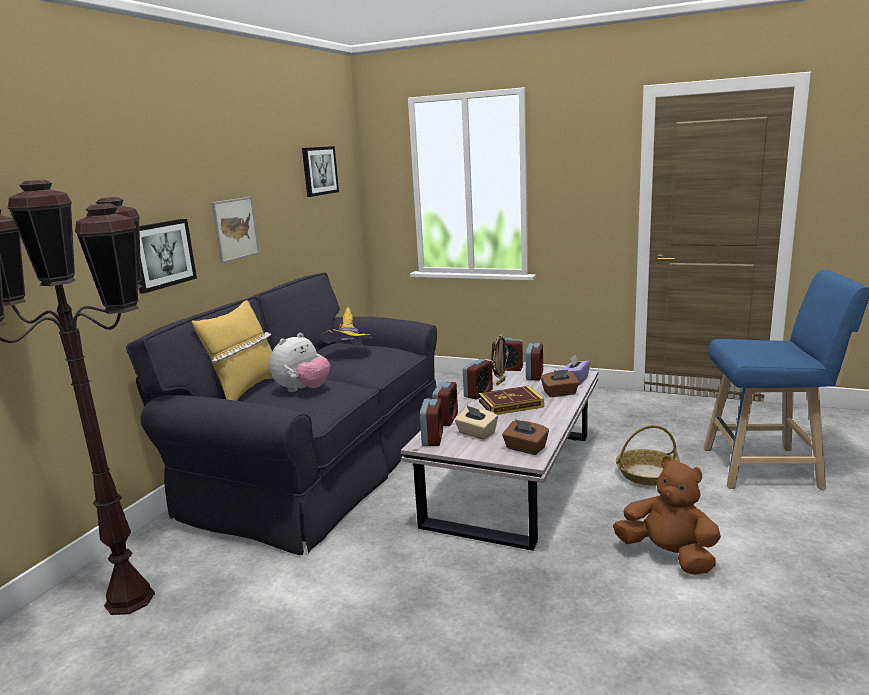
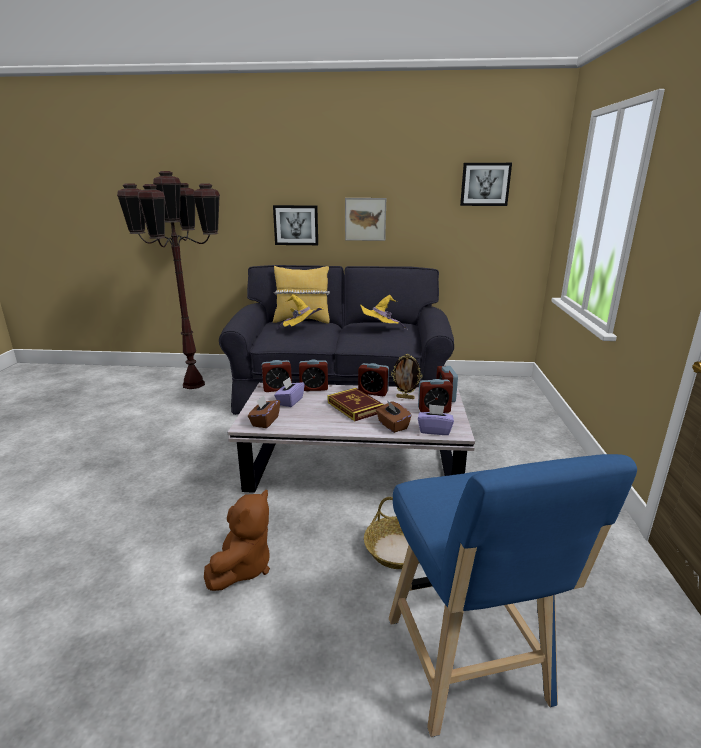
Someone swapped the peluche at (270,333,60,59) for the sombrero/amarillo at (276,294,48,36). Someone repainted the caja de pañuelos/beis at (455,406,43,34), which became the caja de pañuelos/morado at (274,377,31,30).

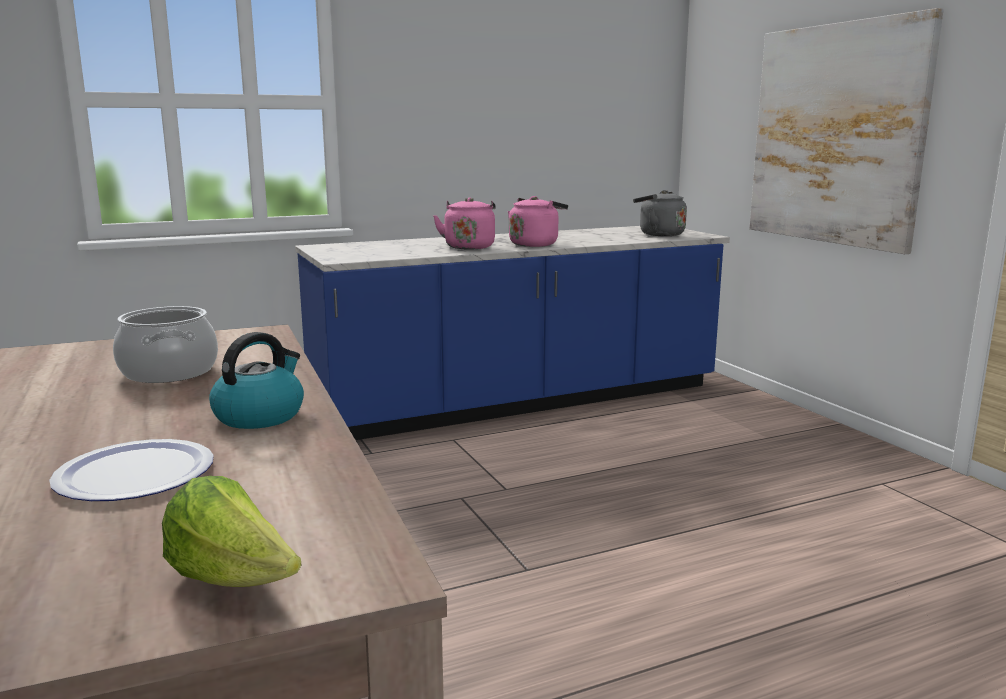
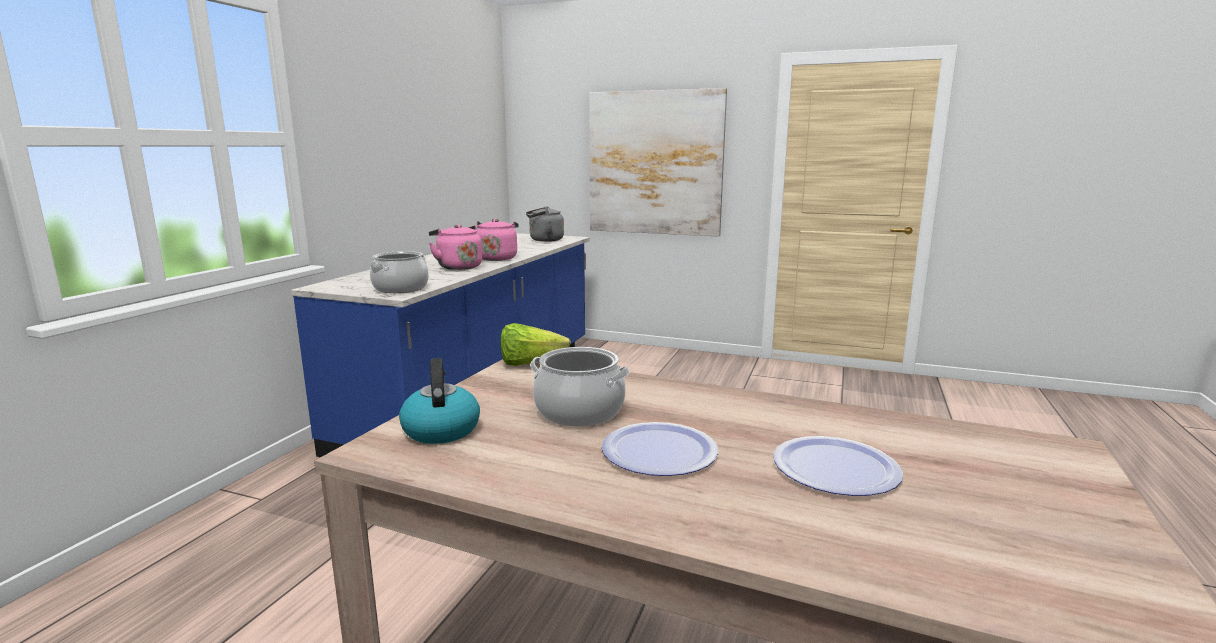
Someone carried the lechuga from (162,476,139,111) to (501,323,70,43). Someone carried the hervidor from (209,332,95,97) to (399,358,81,86). Someone put down the olla at (369,251,60,42). Someone put down the plato at (602,422,117,54).

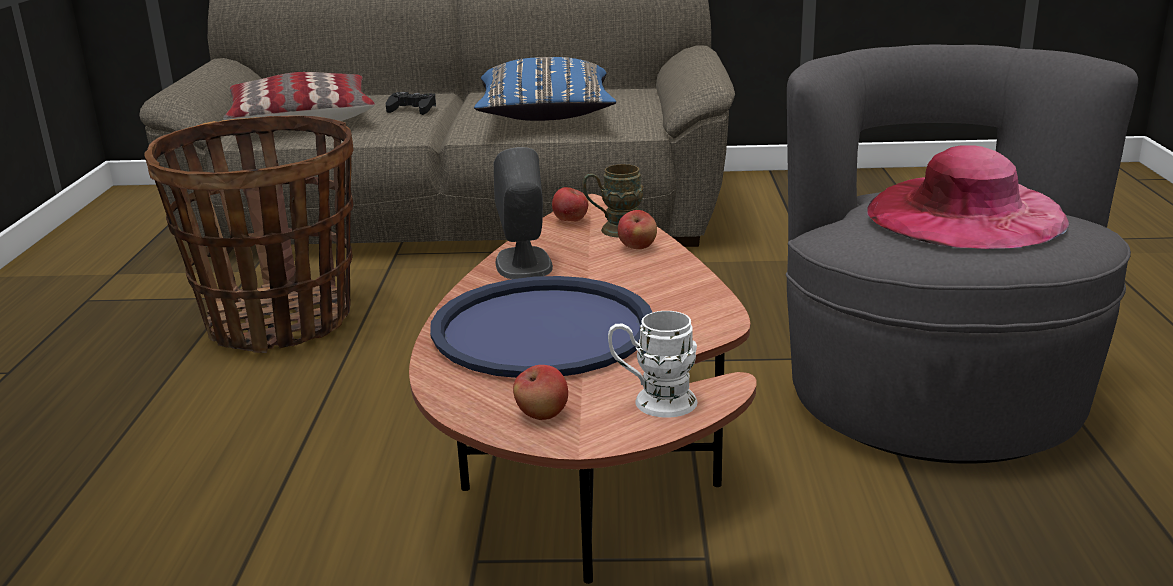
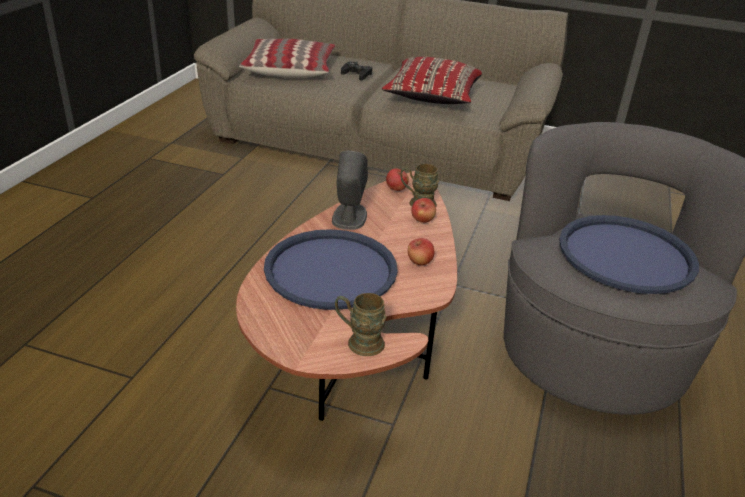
Someone took away the cesta at (145,115,209,238). Someone repainted the cojín/azul at (474,57,142,64), which became the cojín/rojo at (382,57,100,47). Someone carried the manzana from (513,365,55,55) to (408,238,26,28). Someone repainted the taza grande/blanco at (608,311,90,107), which became the taza grande/marrón at (335,293,52,63). Someone swapped the sombrero/rosa at (867,145,202,104) for the bandeja/azul at (559,215,140,79).

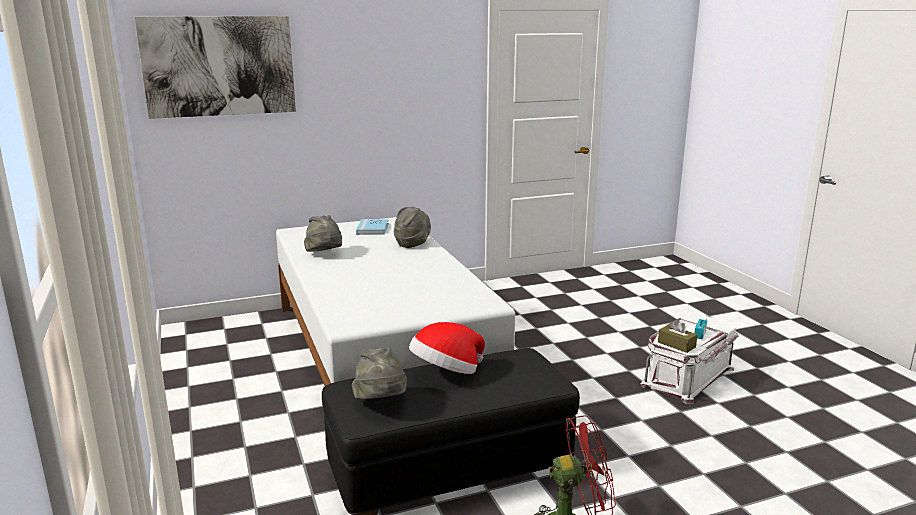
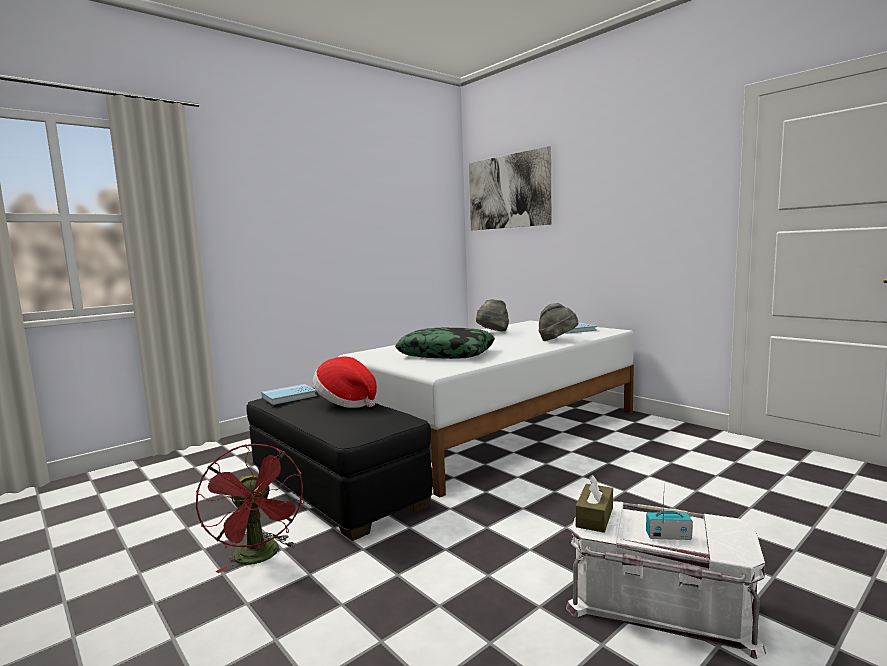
Someone swapped the sombrero/gris at (352,347,55,52) for the libro/azul at (261,384,56,21). Someone put down the cojín at (395,328,100,31).

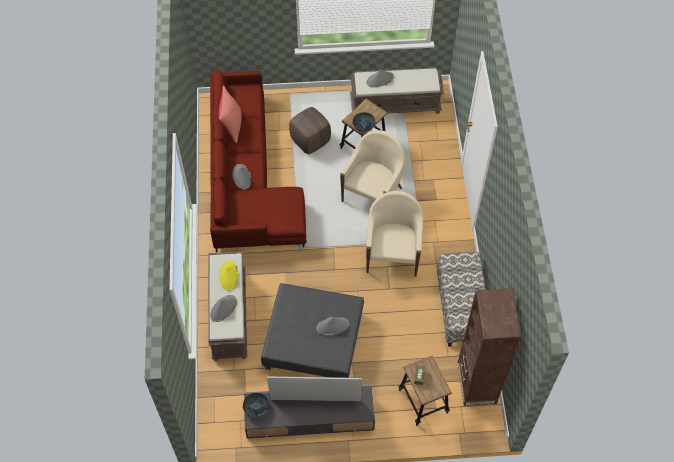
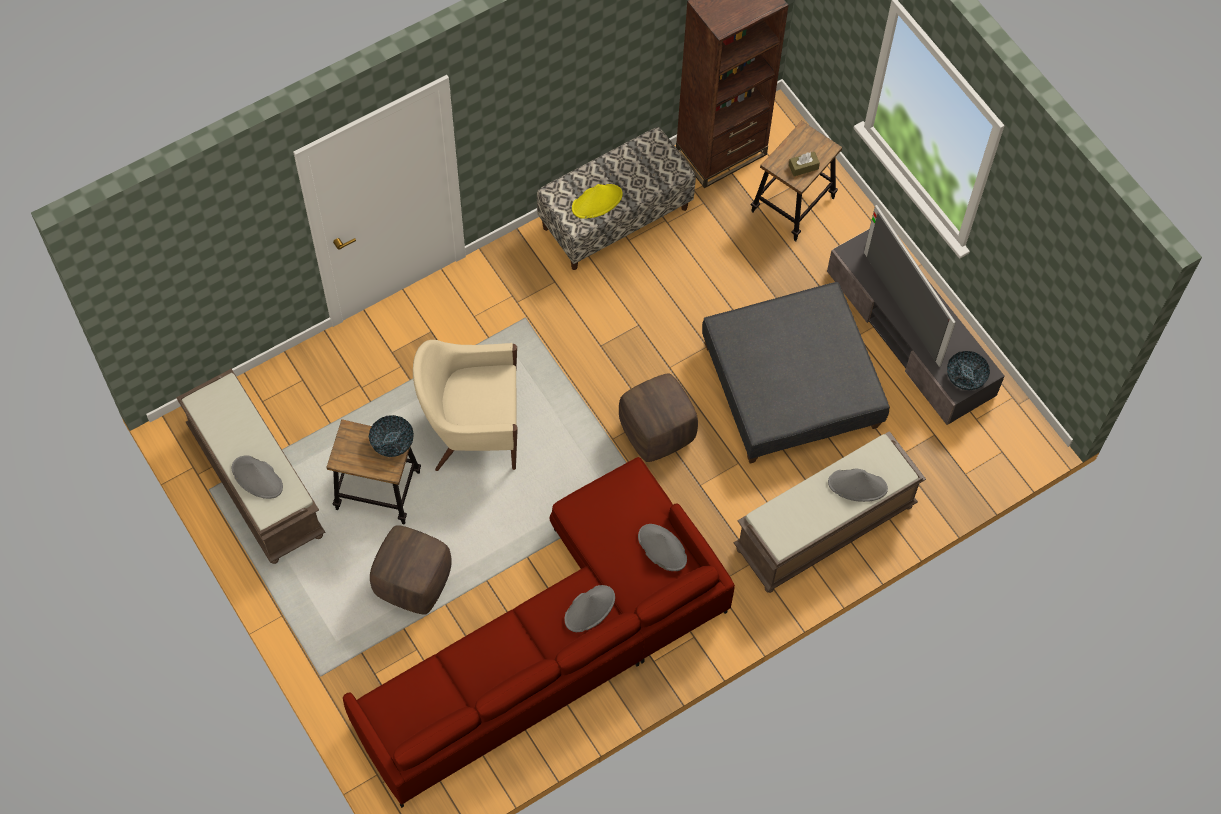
Someone took away the cojín/rojo at (219,85,23,58). Someone carried the sombrero/amarillo from (219,261,20,29) to (572,184,51,35). Someone carried the sombrero/gris from (316,317,33,19) to (638,524,49,47). Someone took away the sillón/beis at (366,191,57,86). Someone put down the puf/marrón at (619,374,79,88).

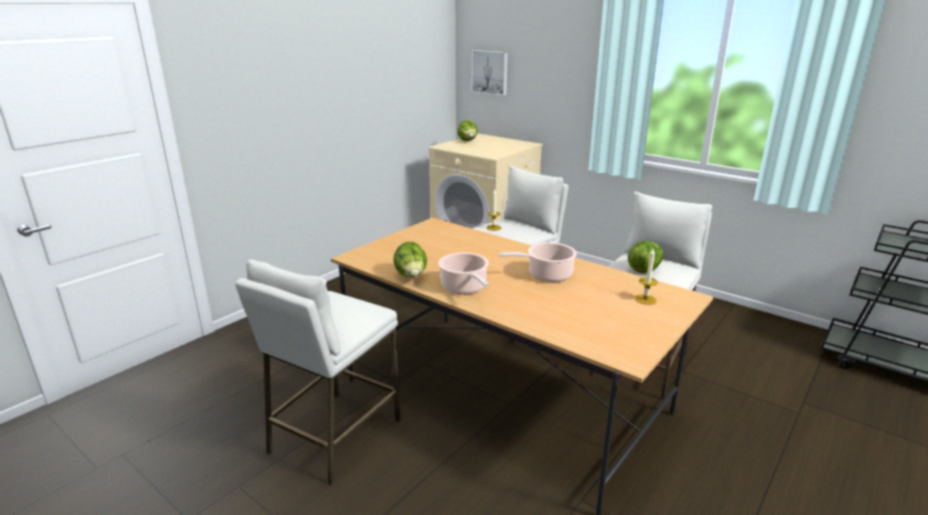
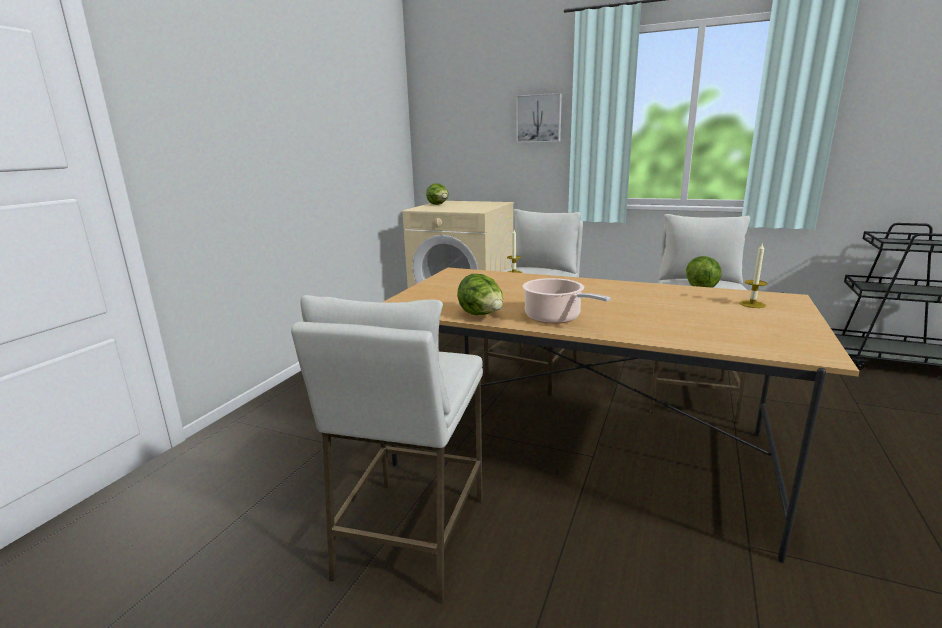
Someone carried the cuadro from (471,50,37,46) to (516,93,46,50). Someone took away the olla at (499,243,78,39).

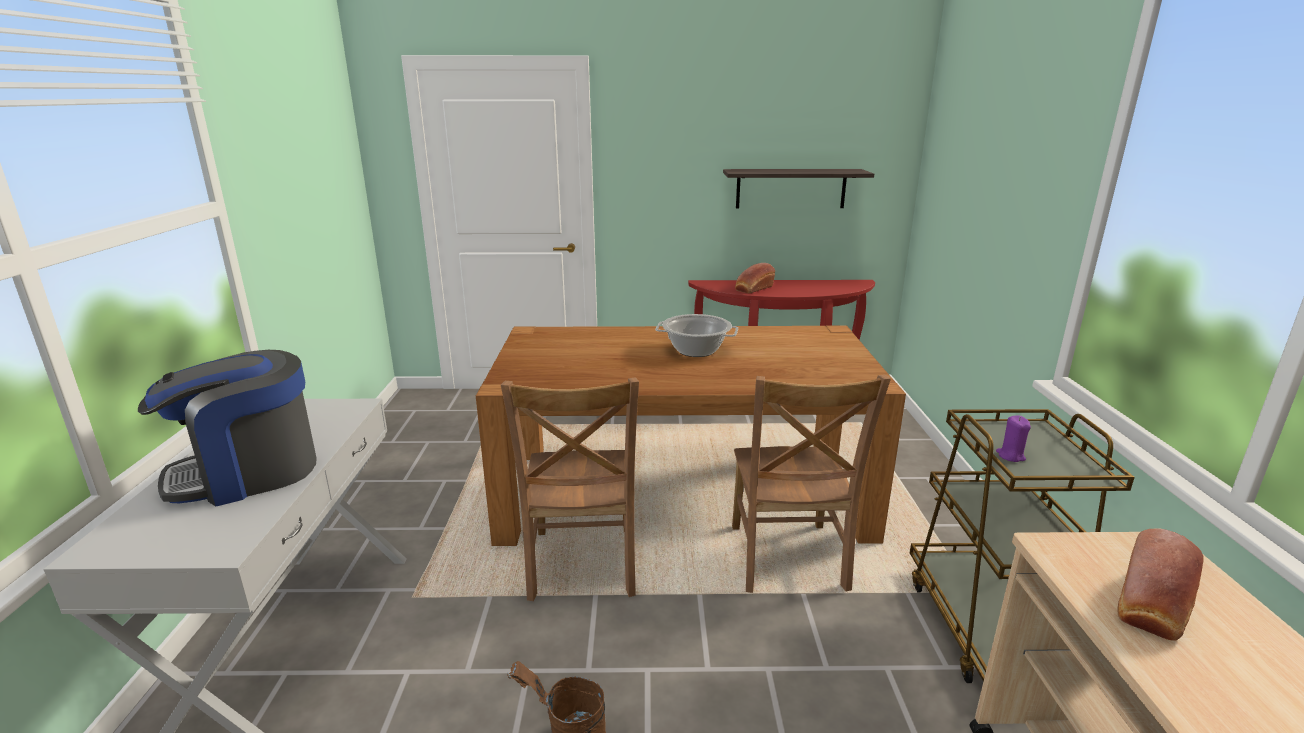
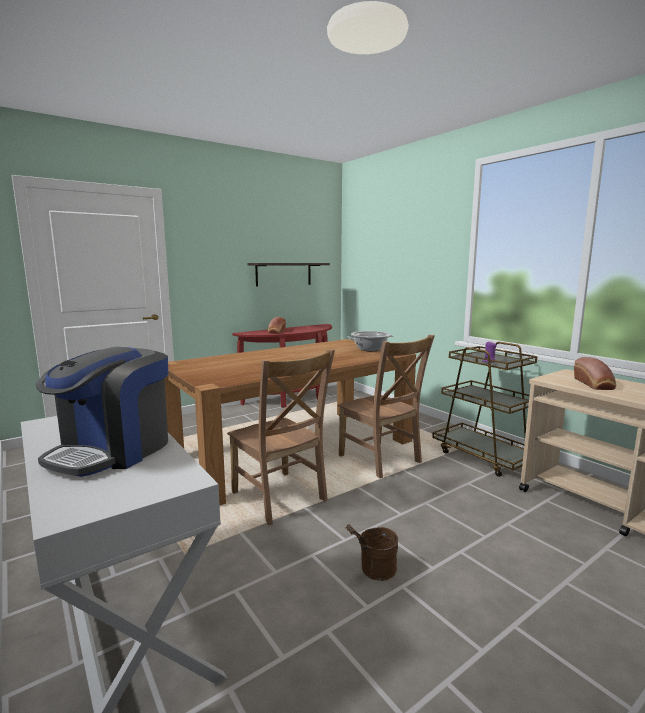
Someone carried the olla from (655,314,83,43) to (347,331,47,20).

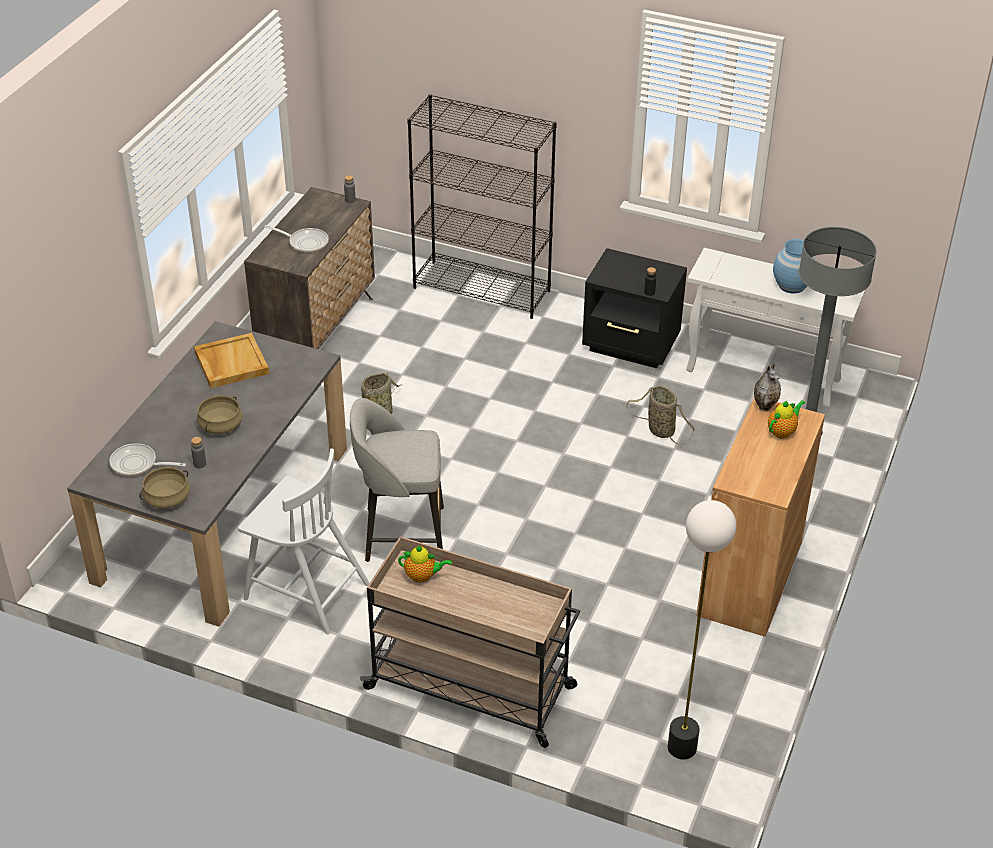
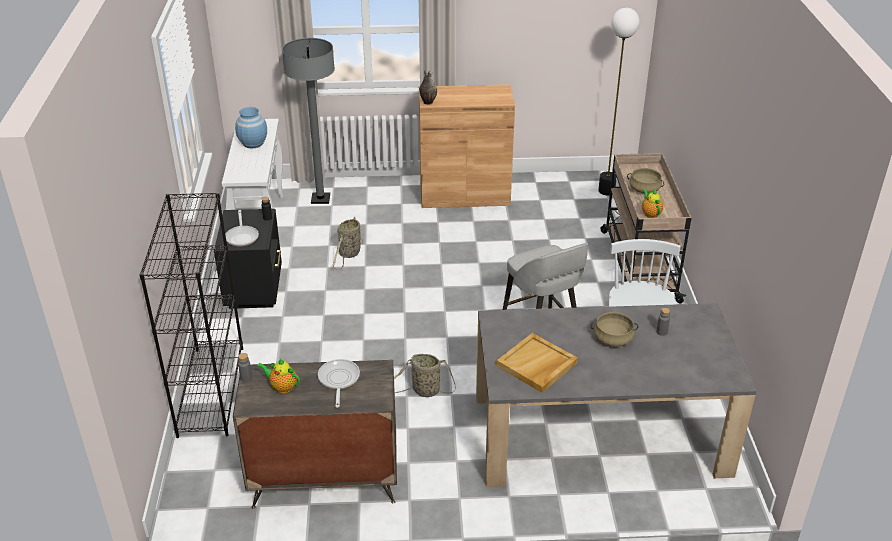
Someone carried the sartén from (109,443,77,33) to (225,210,34,36). Someone carried the olla/beis from (139,467,51,42) to (627,168,37,25). Someone carried the tetera from (768,400,38,38) to (257,359,43,34).

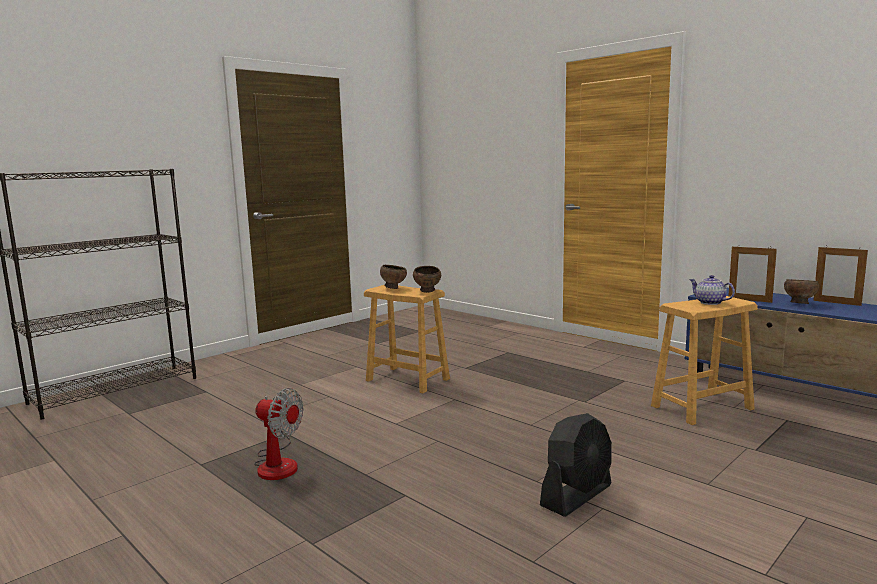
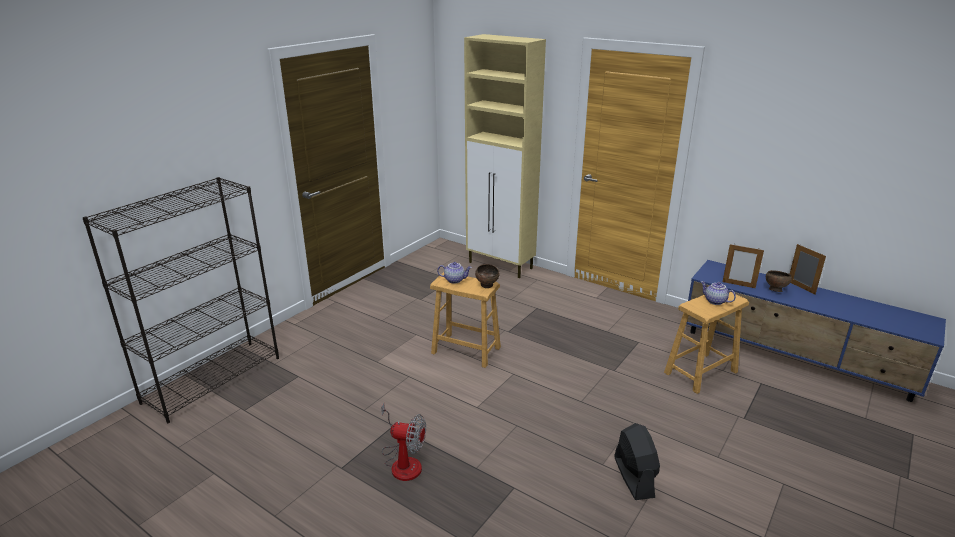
Someone swapped the cuenco/marrón at (380,265,27,24) for the tetera at (437,262,35,22). Someone rotated the ventilador/negro at (540,413,72,104) by 45 degrees counterclockwise. Someone rotated the portarretratos at (813,246,55,60) by 150 degrees counterclockwise. Someone put down the armario/beis at (464,34,82,244).

